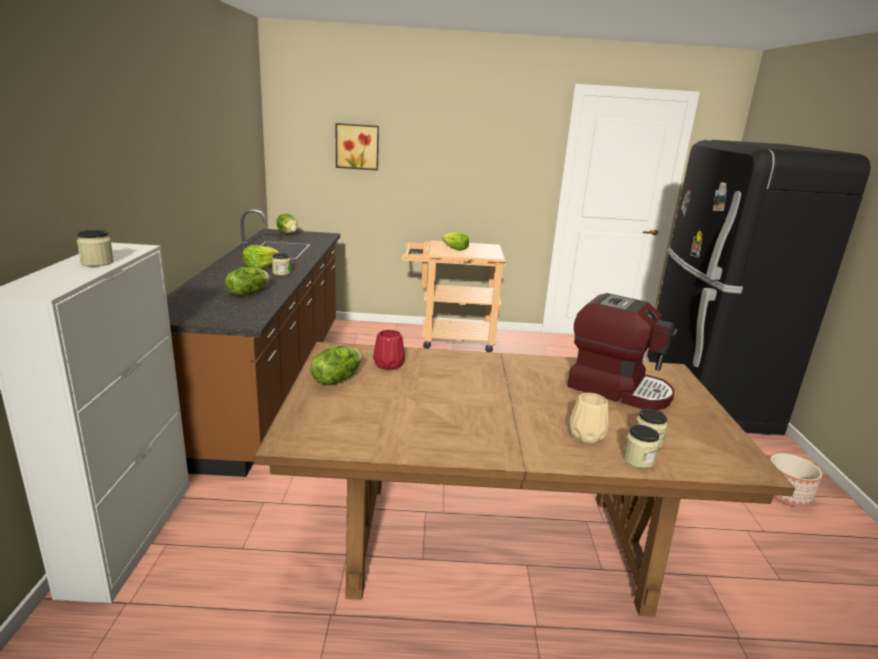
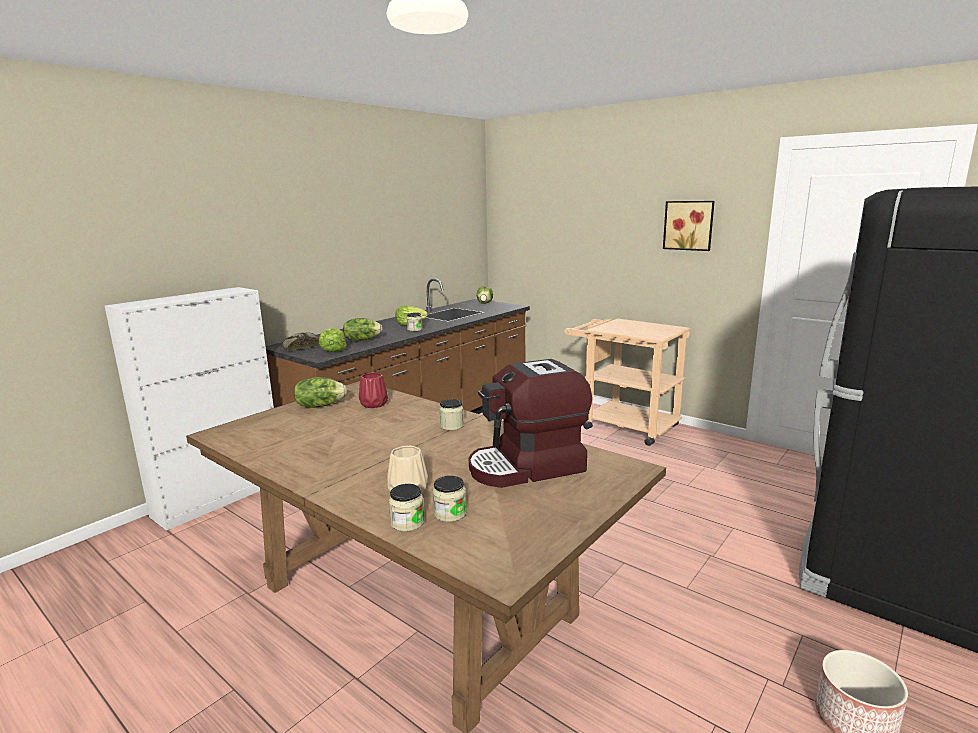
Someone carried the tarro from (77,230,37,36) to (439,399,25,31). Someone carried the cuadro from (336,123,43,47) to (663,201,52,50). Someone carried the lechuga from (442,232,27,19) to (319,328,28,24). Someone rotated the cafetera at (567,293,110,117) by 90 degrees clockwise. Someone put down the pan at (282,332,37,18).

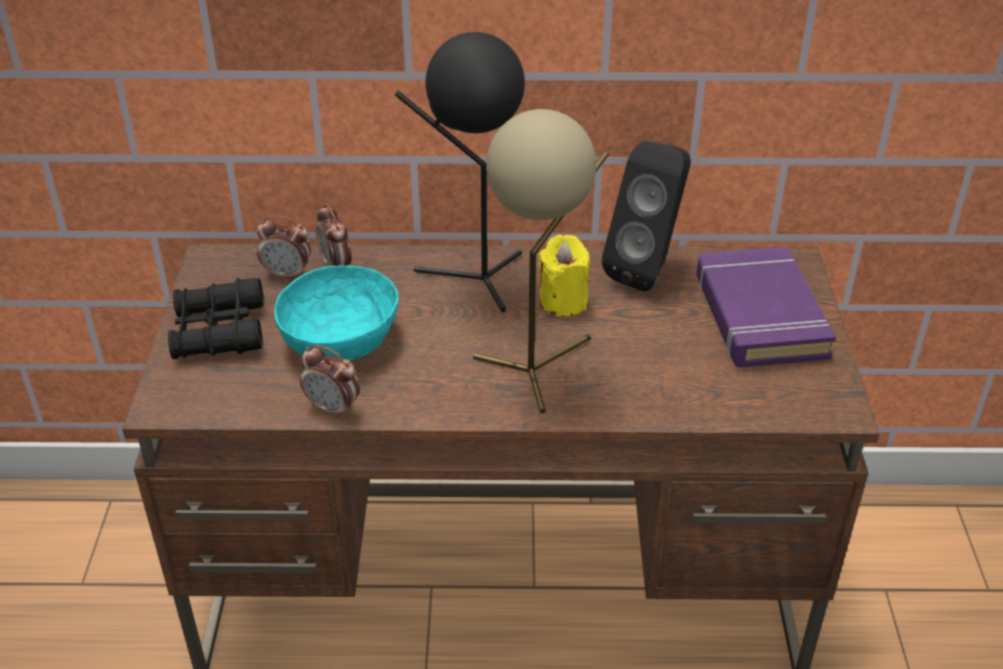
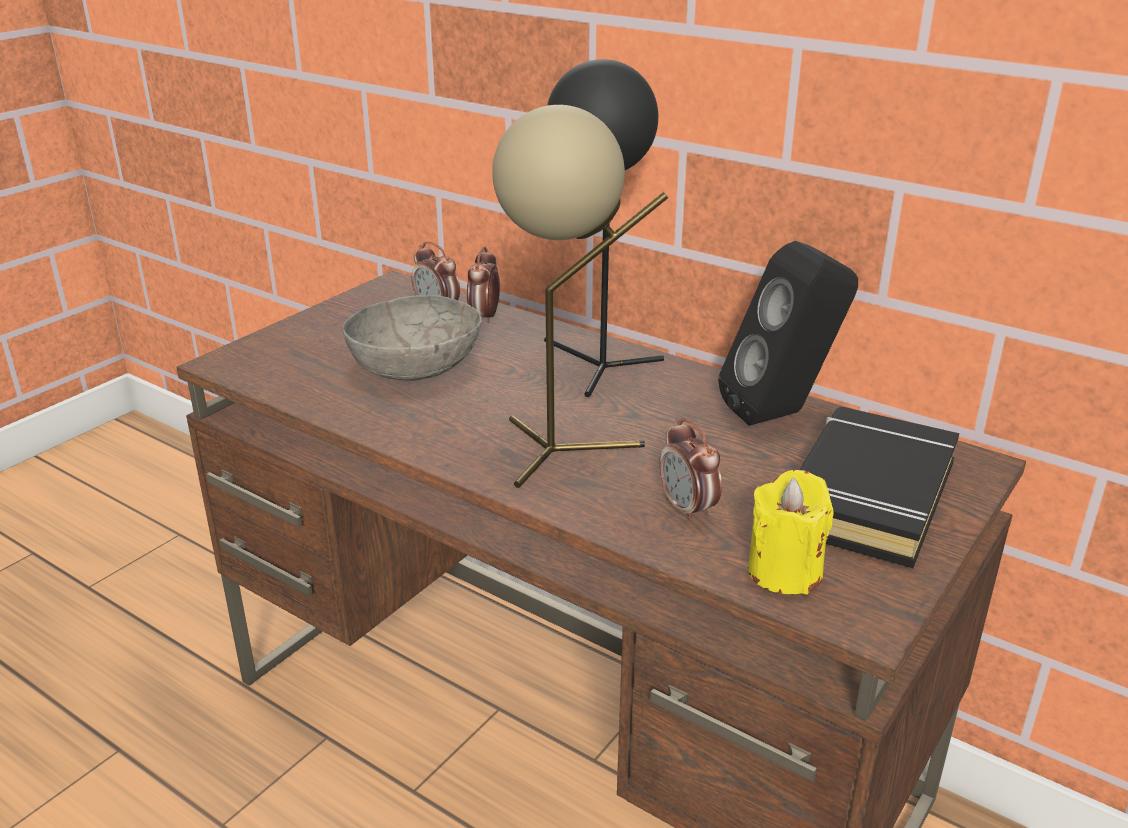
Someone took away the prismáticos/negro at (168,278,96,81). Someone repainted the cuenco/turquesa at (274,265,125,95), which became the cuenco/gris at (343,295,139,86). Someone carried the despertador from (300,345,60,74) to (659,418,63,106). Someone carried the vela/amarillo from (538,234,52,82) to (748,470,86,125). Someone repainted the libro/morado at (696,247,140,121), which became the libro/negro at (799,407,160,161).

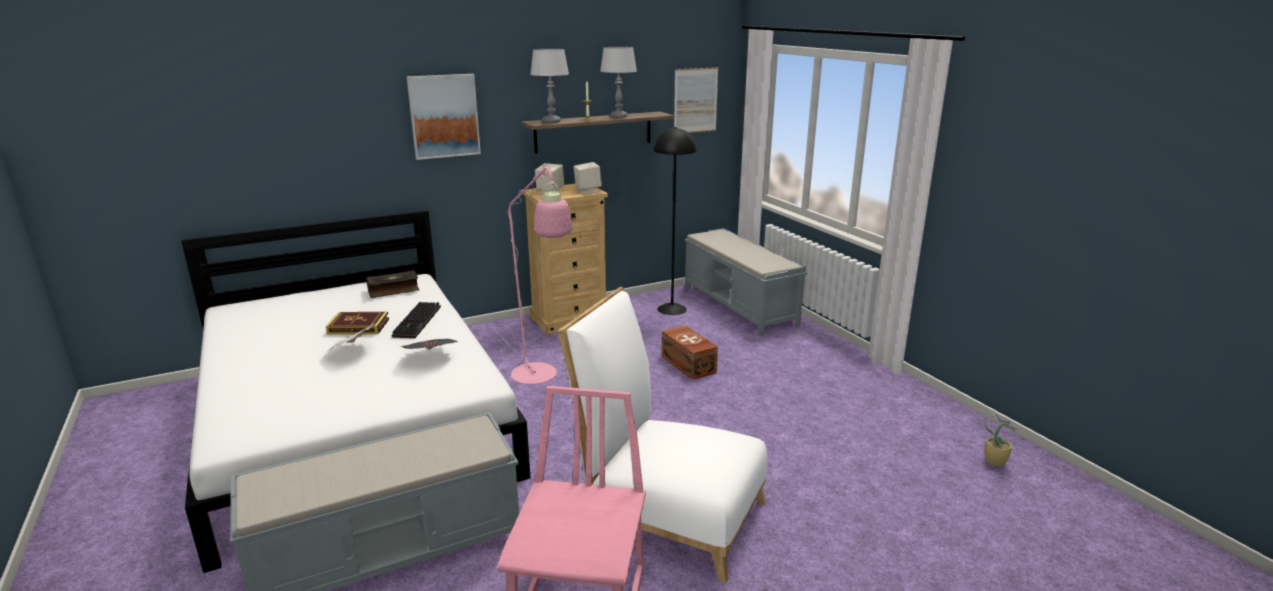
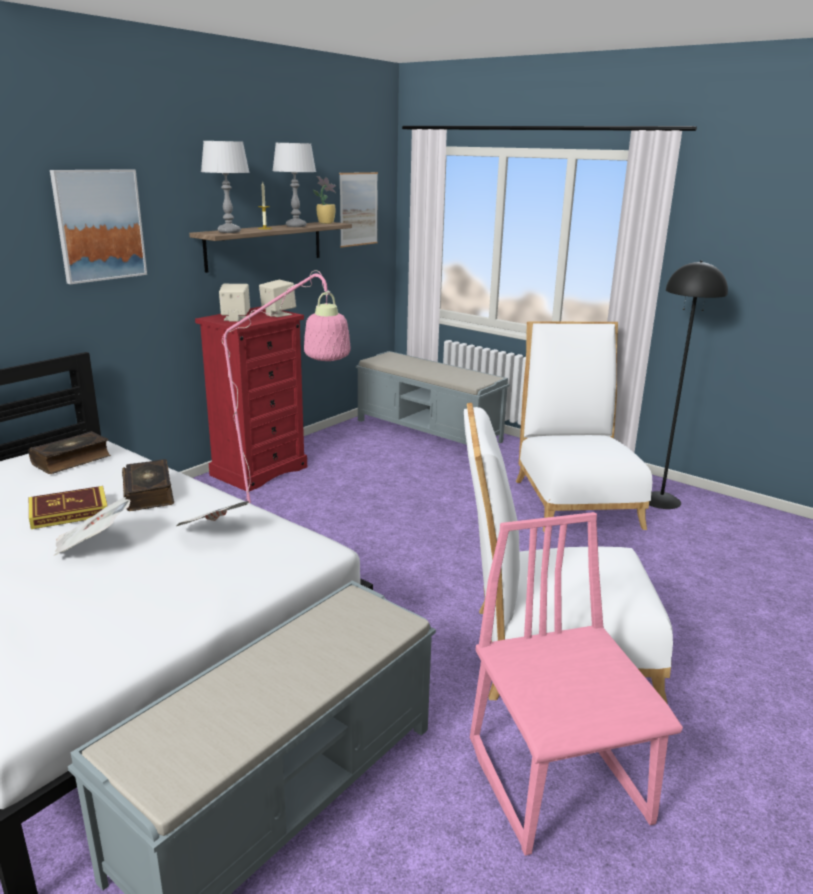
Someone swapped the teclado at (392,302,49,36) for the libro at (122,459,52,52). Someone repainted the cómoda/beis at (523,184,85,151), which became the cómoda/rojo at (195,306,112,185). Someone carried the lámpara de pie/negro from (654,127,43,188) to (649,261,79,248). Someone took away the caja de almacenaje/marrón at (662,325,56,55). Someone carried the planta en maceta from (985,413,33,54) to (313,176,23,48). Someone put down the silla/blanco at (516,321,136,211).

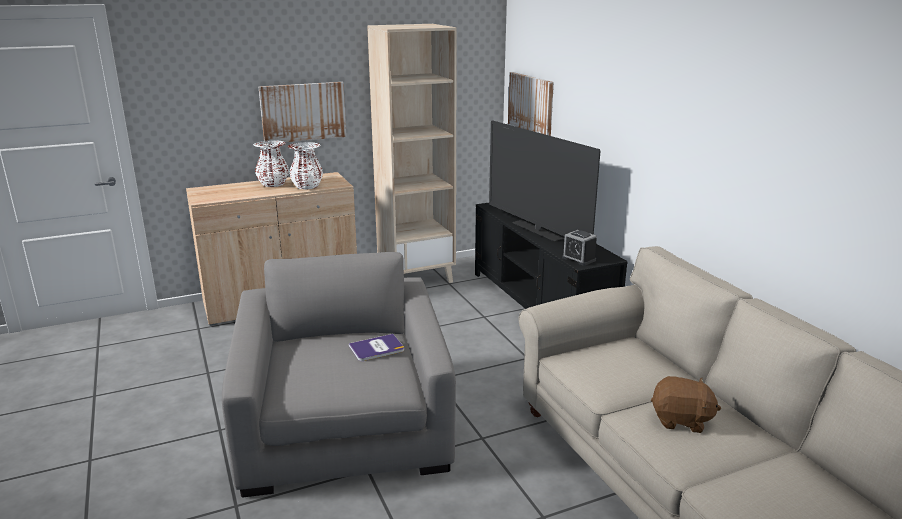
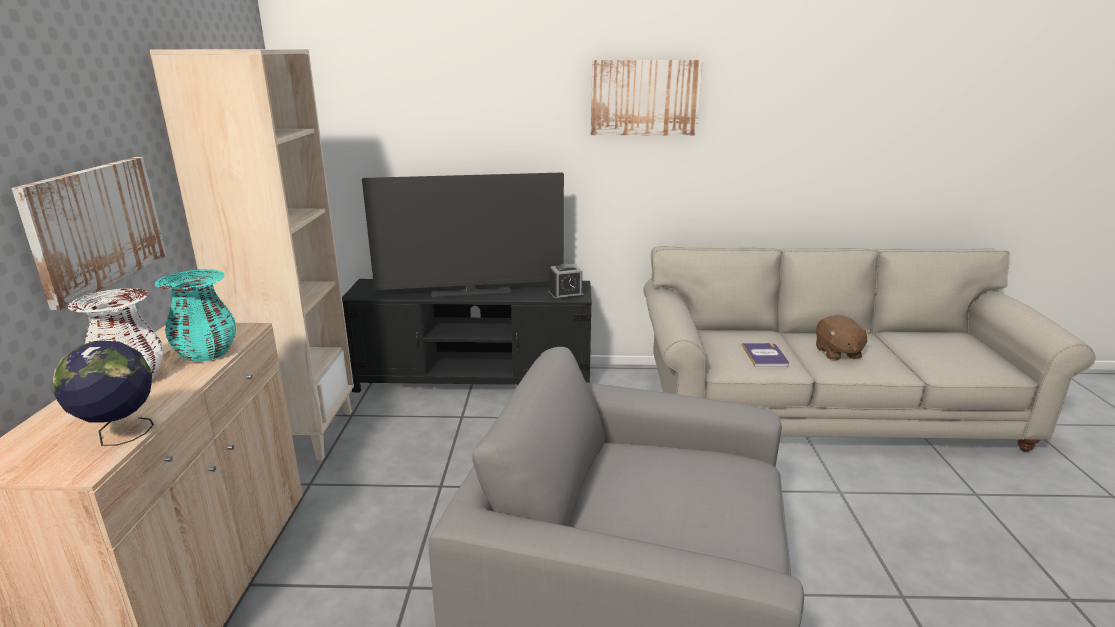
Someone repainted the florero/blanco at (288,142,35,48), which became the florero/turquesa at (155,269,81,93). Someone carried the libro from (349,334,55,27) to (742,343,47,24). Someone carried the cuadro from (508,72,46,64) to (591,60,112,76). Someone rotated the peluche/marrón at (651,376,70,57) by 135 degrees clockwise. Someone put down the globo terráqueo at (53,341,101,105).

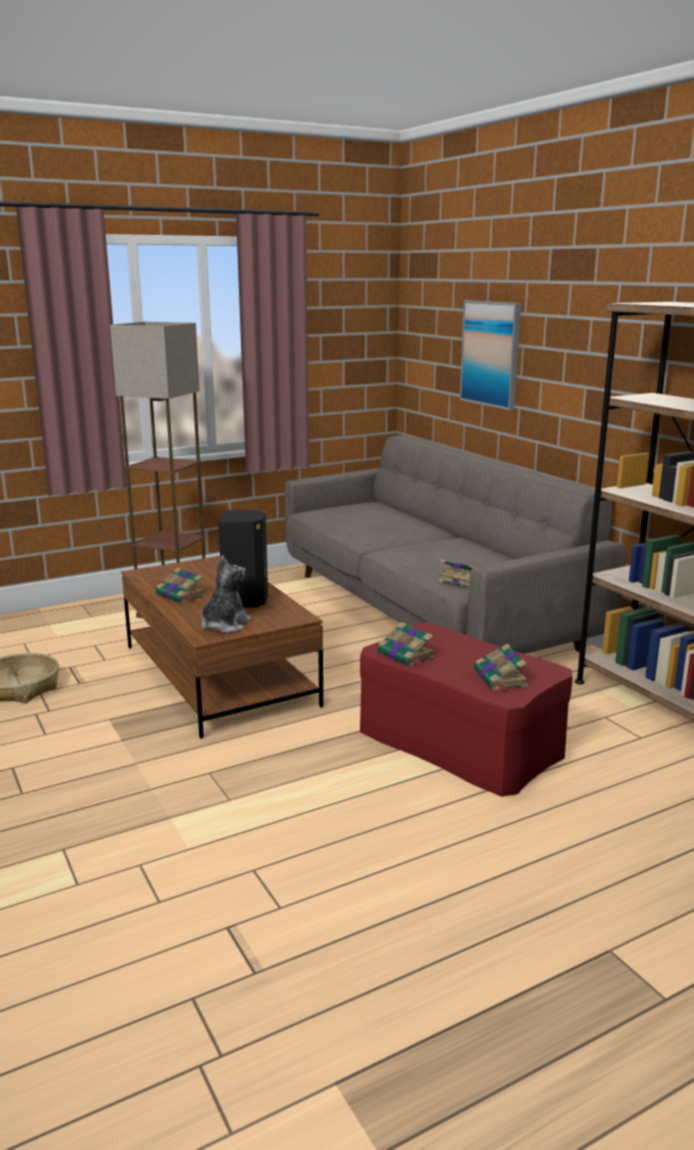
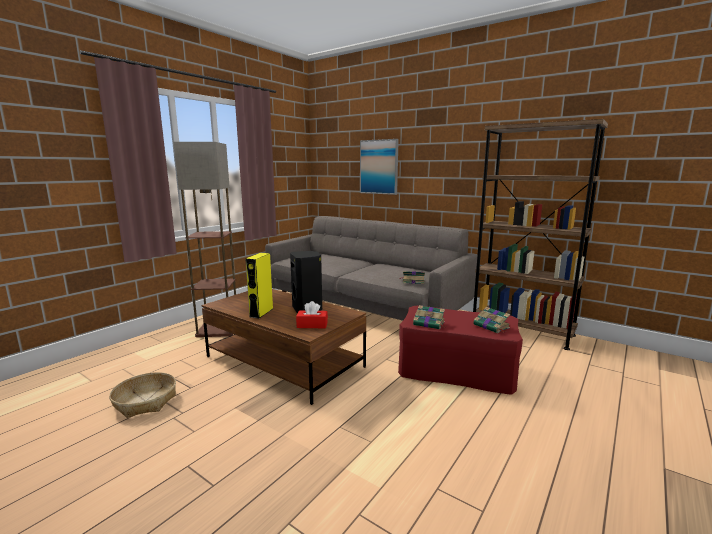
Someone swapped the libro at (156,568,50,36) for the altavoz/amarillo at (246,253,27,65). Someone swapped the peluche at (202,555,49,78) for the caja de pañuelos/rojo at (296,301,32,27).

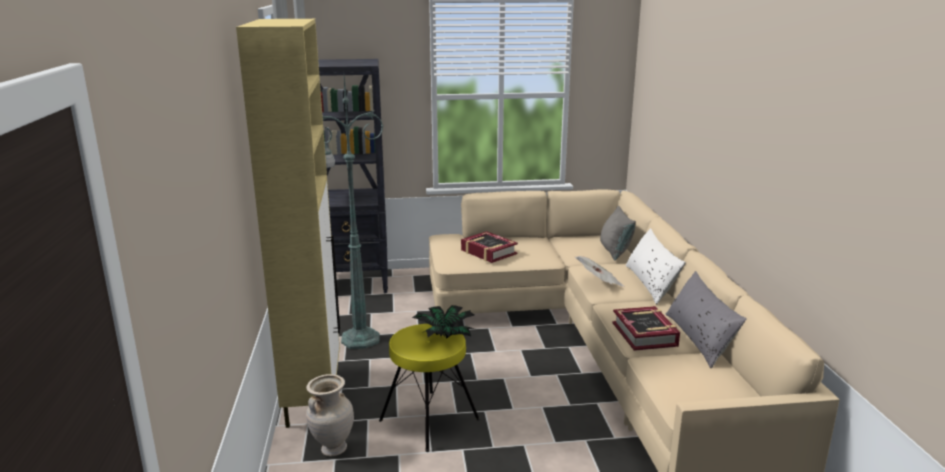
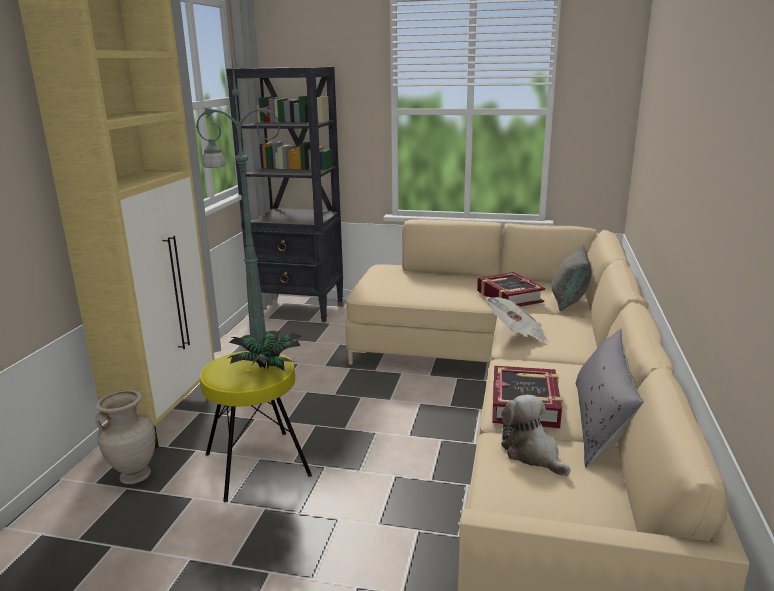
Someone carried the libro from (461,231,57,32) to (477,272,68,35). Someone took away the cojín/blanco at (625,228,61,77). Someone put down the peluche at (501,395,69,81).

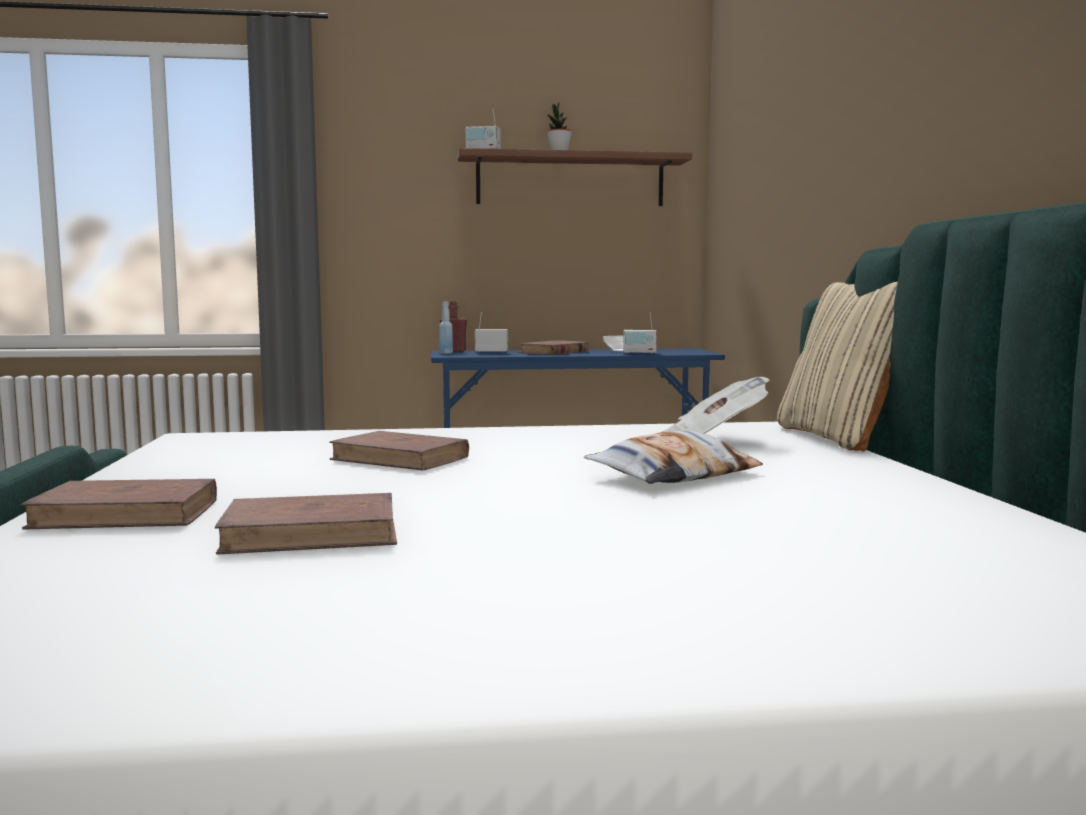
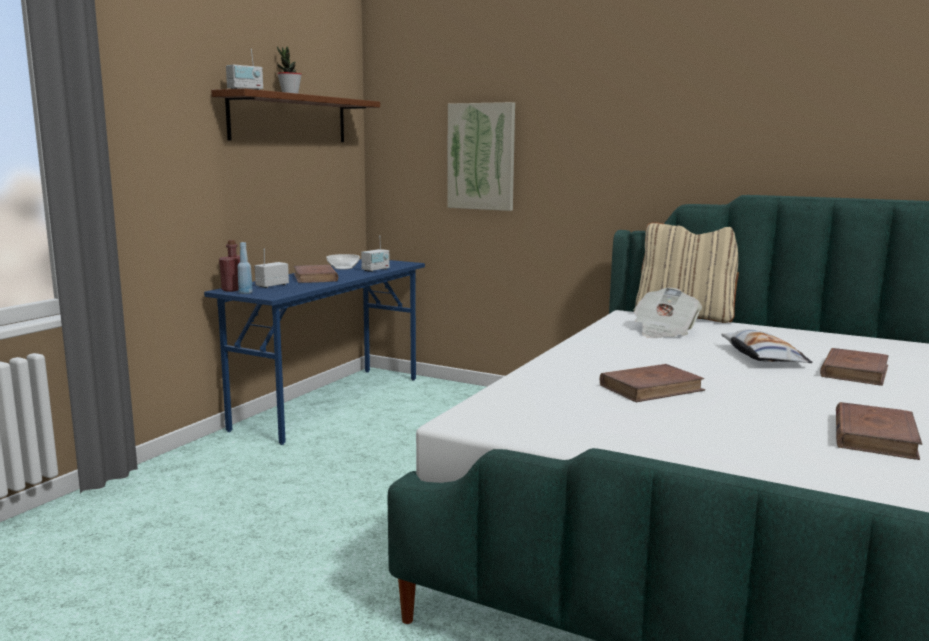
Someone carried the libro/marrón from (20,479,197,51) to (820,348,69,38). Someone put up the cuadro at (447,102,68,109).

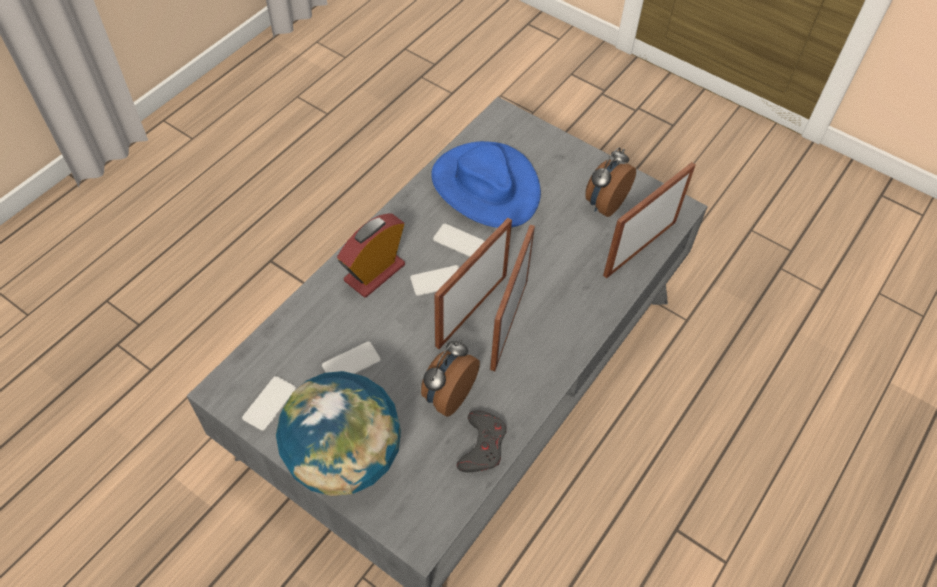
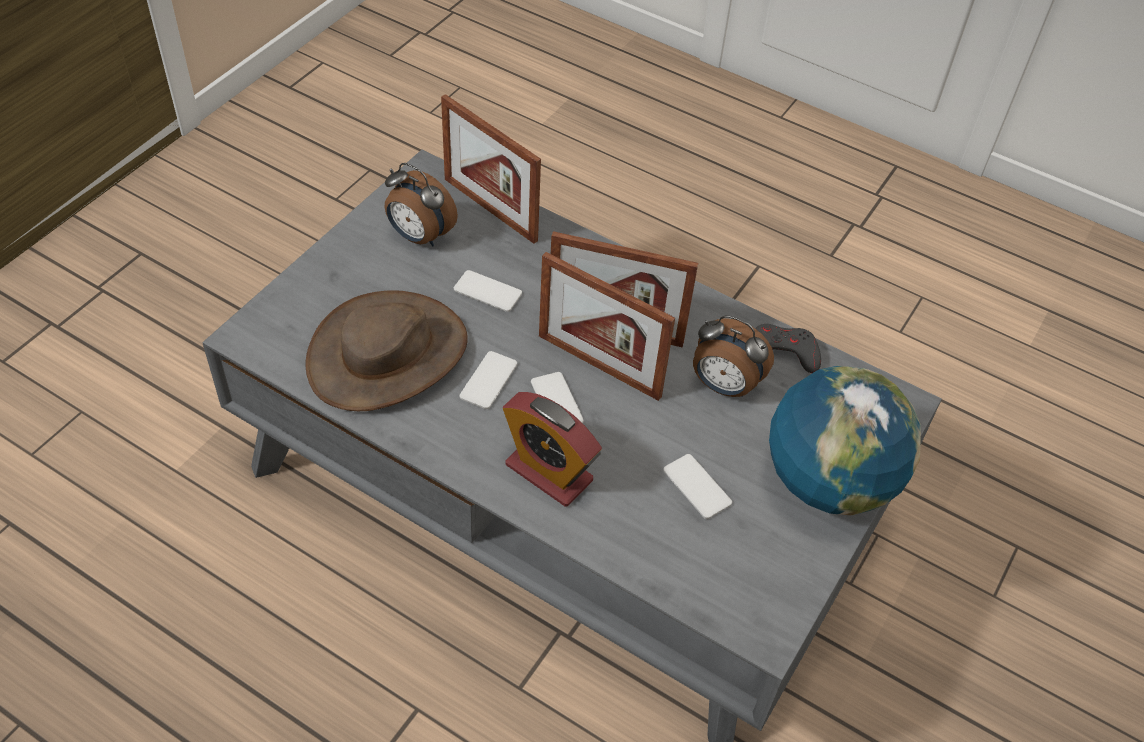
Someone carried the móvil from (242,376,54,55) to (454,270,68,42). Someone repainted the sombrero/azul at (431,141,110,87), which became the sombrero/marrón at (306,290,162,121).

